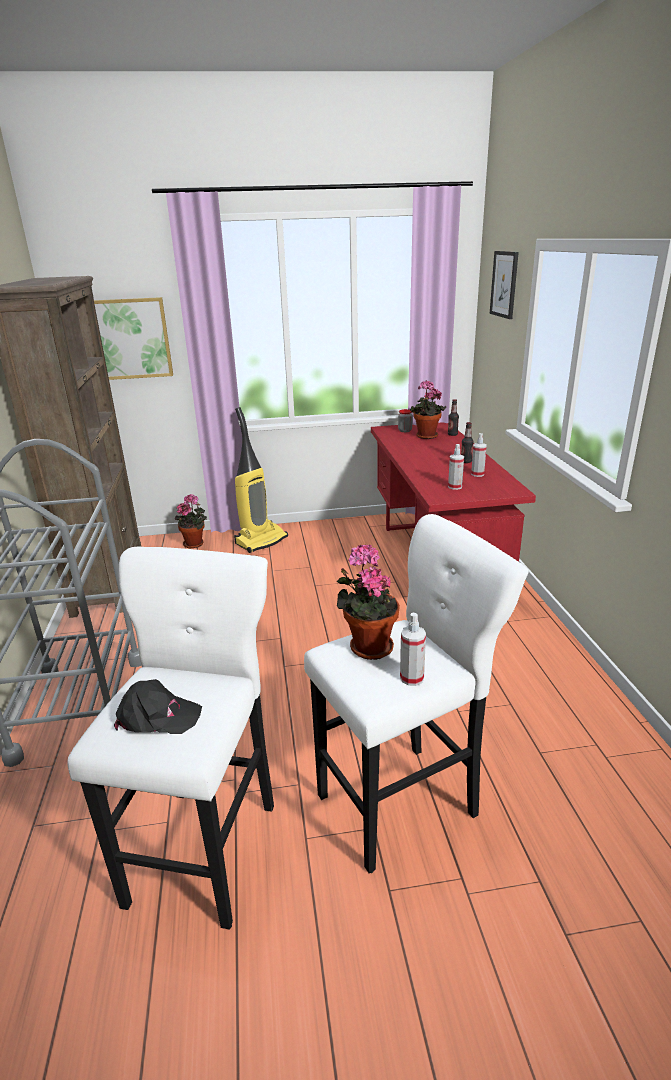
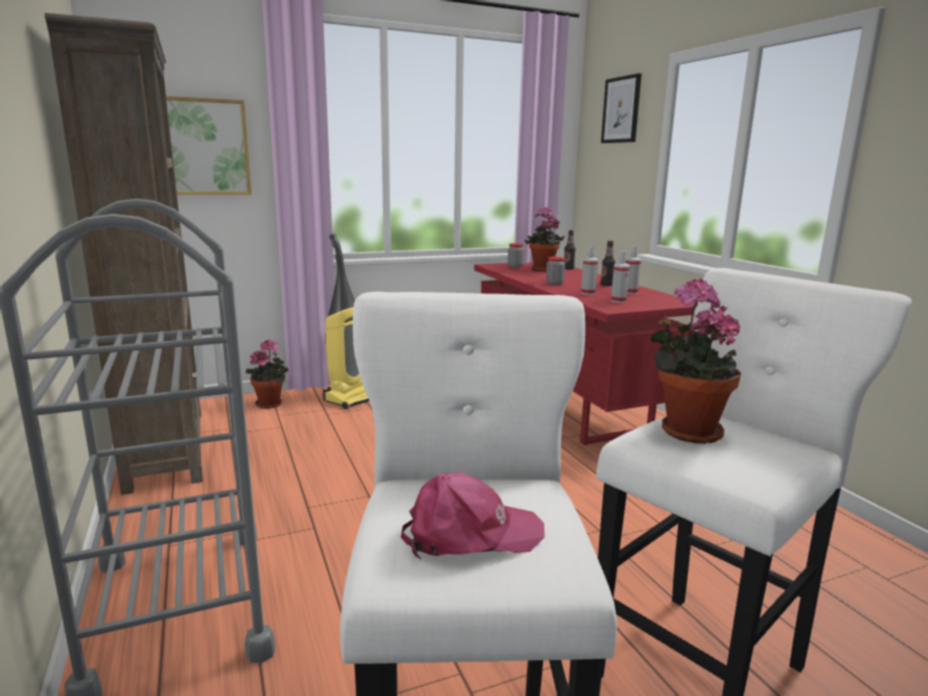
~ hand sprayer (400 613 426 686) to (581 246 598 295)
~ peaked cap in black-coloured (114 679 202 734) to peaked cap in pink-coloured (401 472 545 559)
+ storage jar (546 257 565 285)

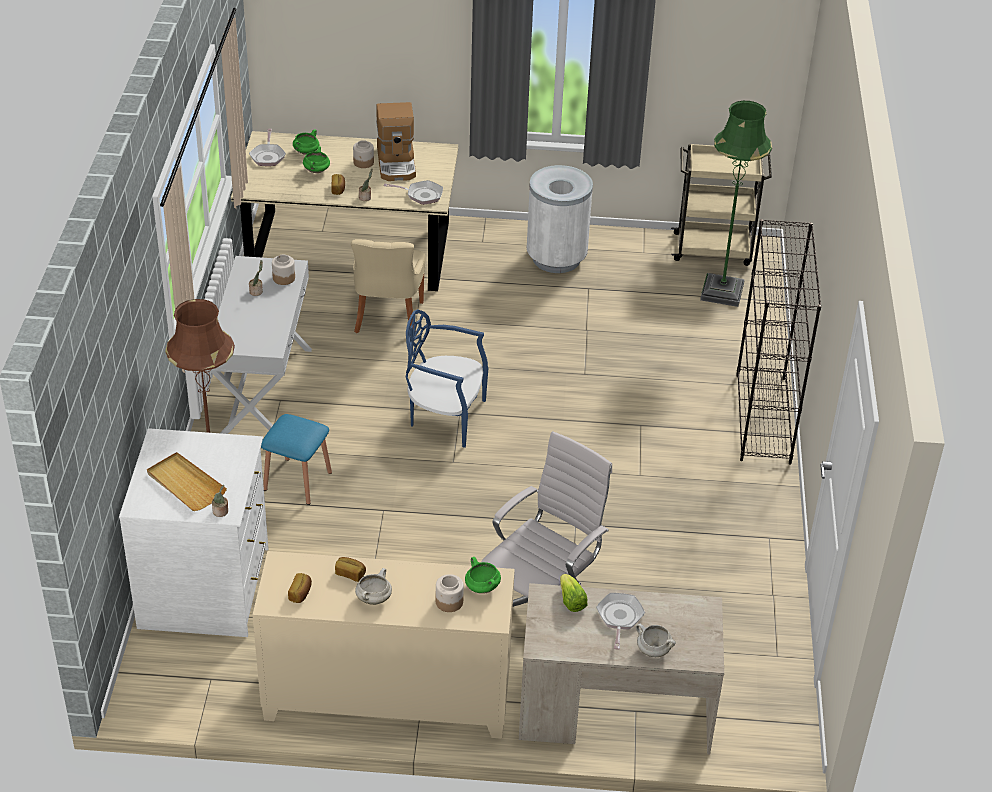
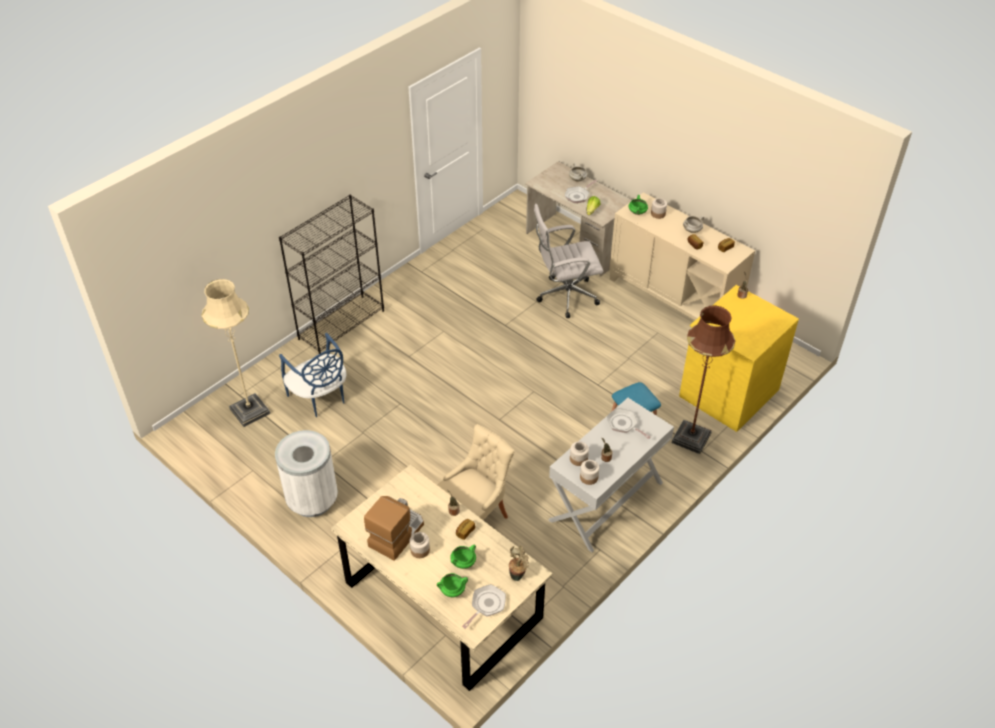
~ standard lamp in greenish (700 101 772 307) to standard lamp in sand-coloured (201 279 270 427)
- cart in sand-coloured (671 143 772 266)
~ frying pan (384 180 443 205) to (607 408 651 439)
~ plain chair in blue (406 309 488 448) to (279 333 347 417)
~ chest of drawers in whitish (119 428 268 637) to chest of drawers in yellowish (679 285 799 432)
- serving tray in sand-coloured (147 452 227 511)
+ storage jar (580 460 599 485)
+ potted plant (509 546 529 581)

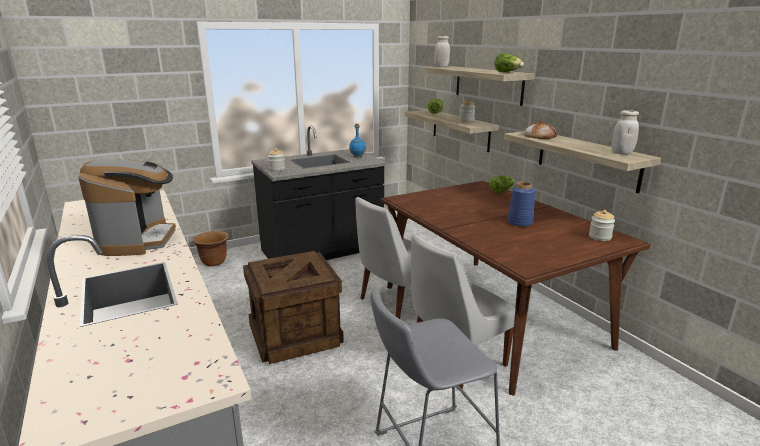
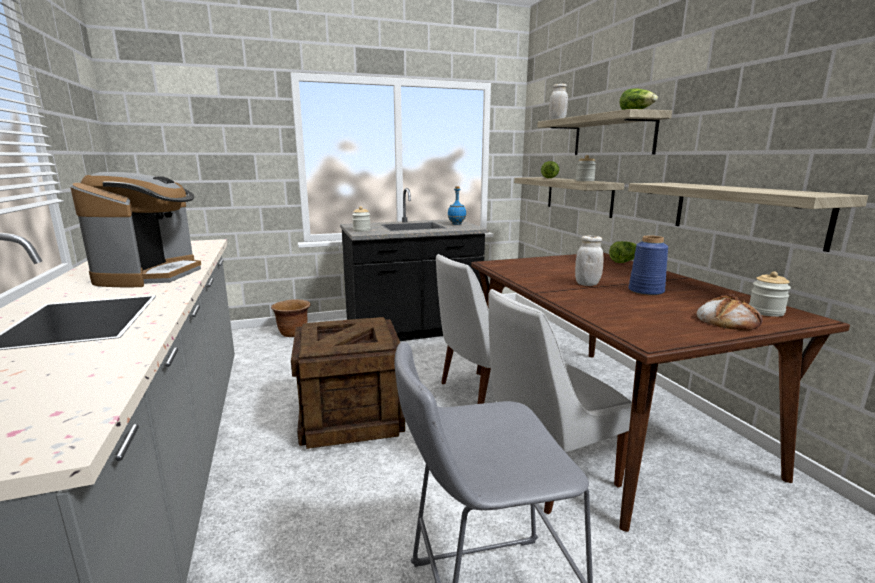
~ storage jar in whitish (612 110 639 155) to (575 235 603 286)
~ bakery bread (523 121 557 139) to (697 294 762 330)

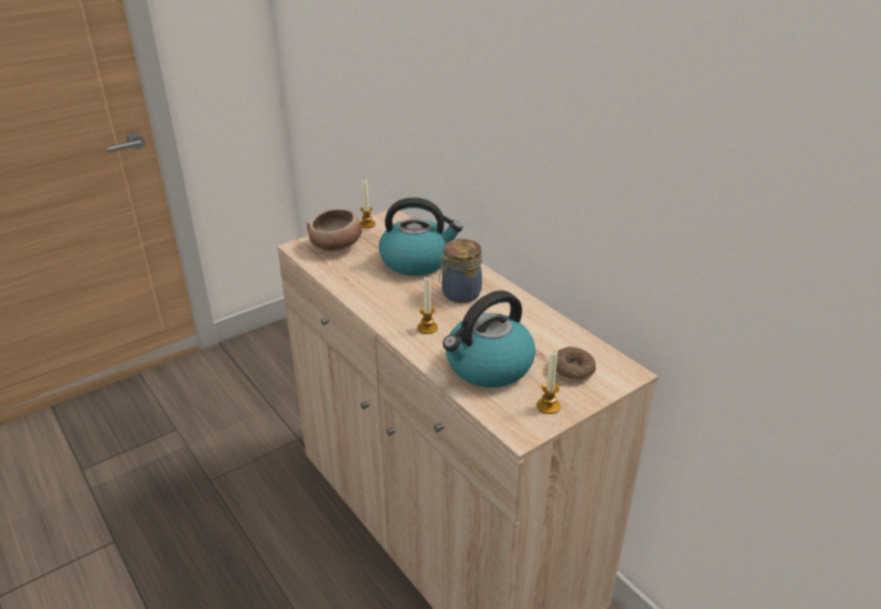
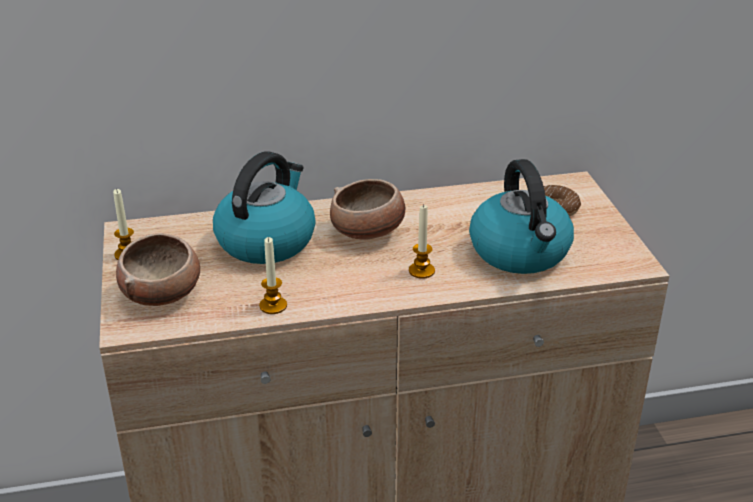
~ storage jar (439 239 482 303) to bowl (330 179 405 240)
~ wax light (537 351 560 414) to (259 237 287 314)

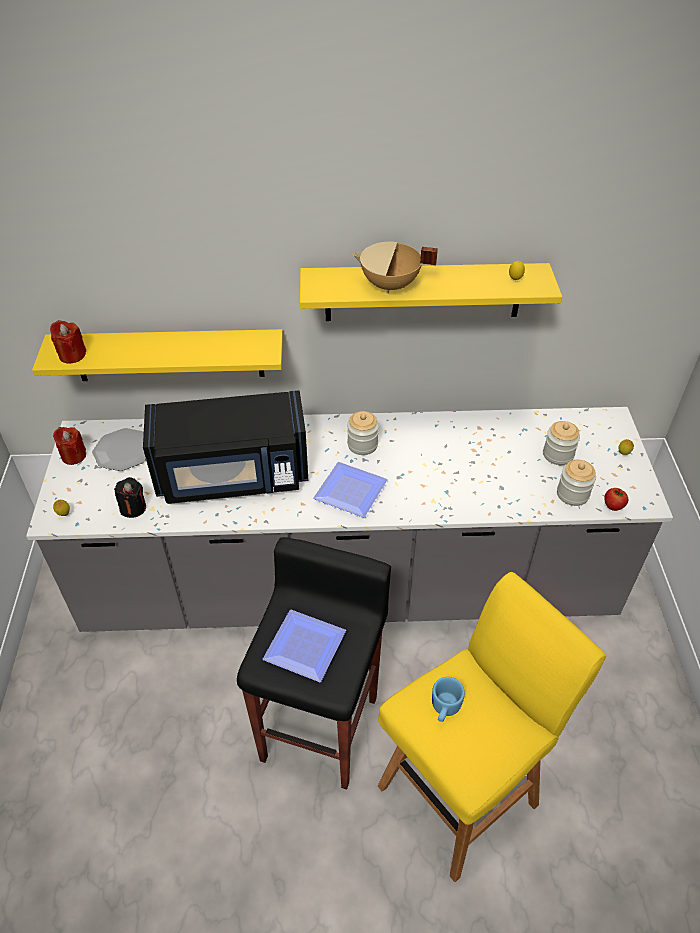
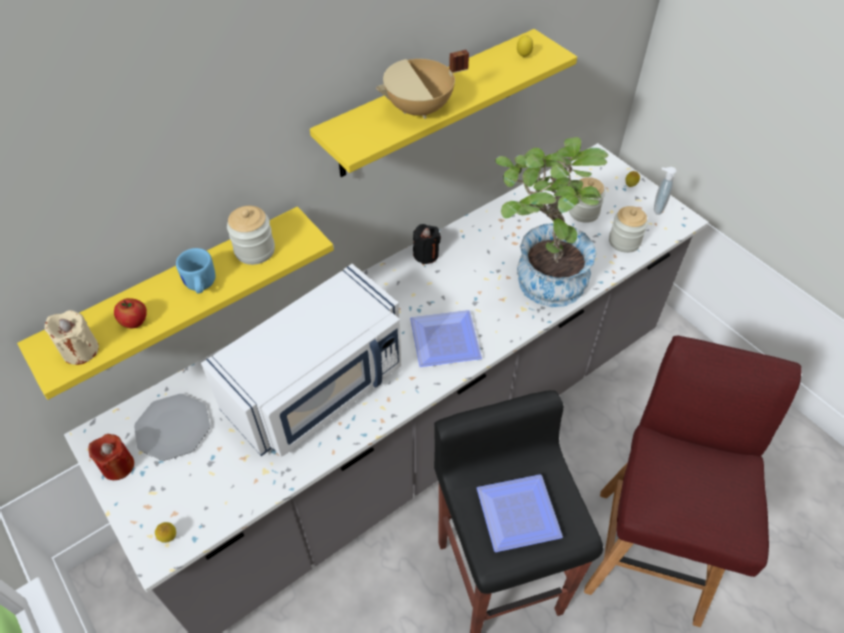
~ wax light in reddish (50 320 87 364) to wax light in sand-coloured (45 310 99 365)
~ kitchen microwave in black-coloured (143 390 309 504) to kitchen microwave in whitish (201 264 401 456)
~ storage jar (347 411 379 455) to (227 206 275 265)
~ wax light in black-coloured (114 477 146 518) to (413 224 441 264)
~ apple fruit (604 488 628 511) to (114 298 147 328)
~ stool seat in yellowish (378 572 606 882) to stool seat in reddish (584 336 802 627)
~ tea mug in blue (432 677 465 722) to (176 248 216 294)
+ potted plant (495 137 609 307)
+ soap dispenser (654 167 677 215)

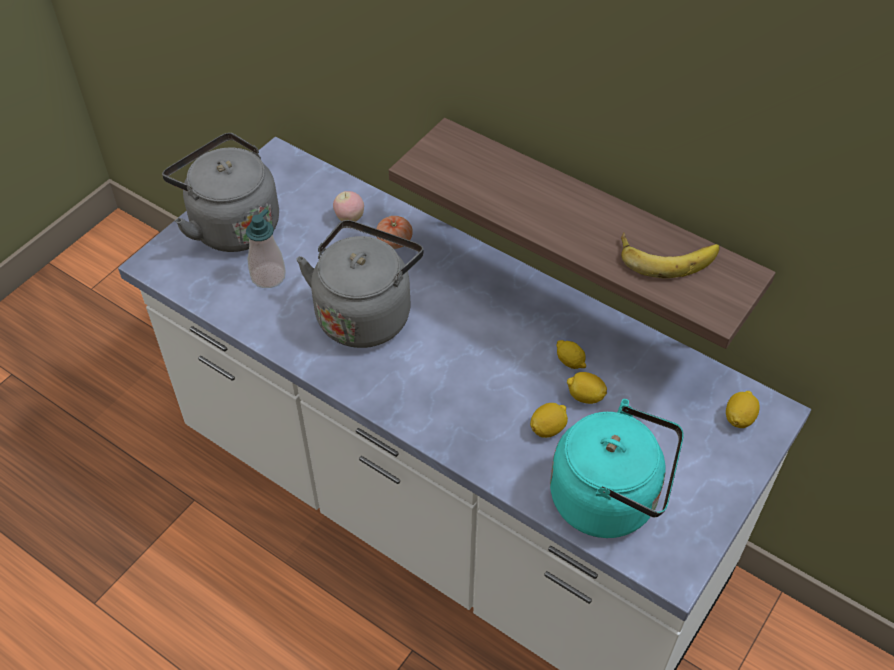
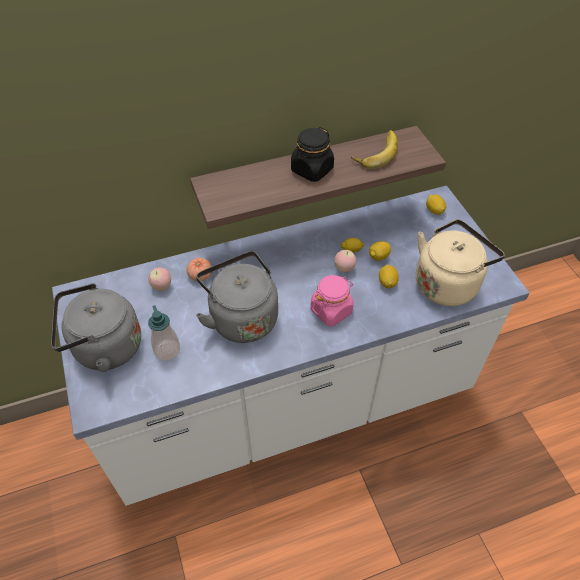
~ kettle in blue-green (550 399 684 538) to kettle in sand-coloured (416 219 505 306)
+ storage jar in black-coloured (291 127 334 182)
+ apple fruit (334 250 356 272)
+ storage jar in pink-coloured (311 275 354 326)

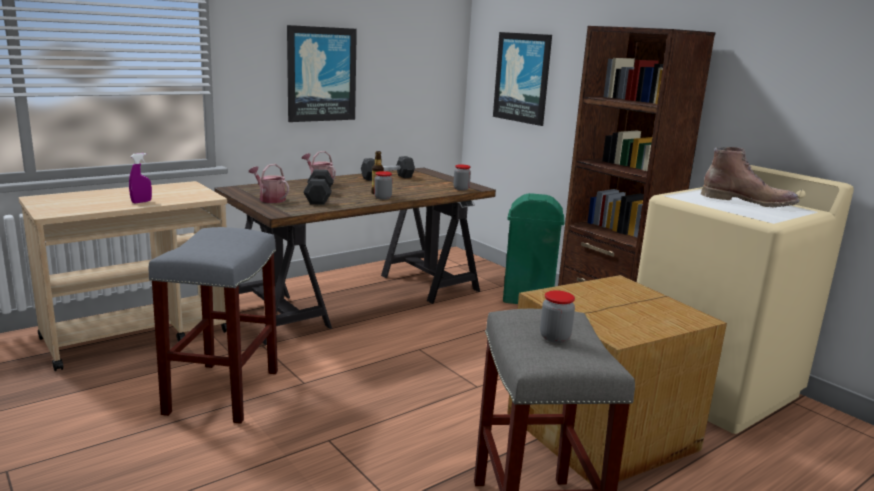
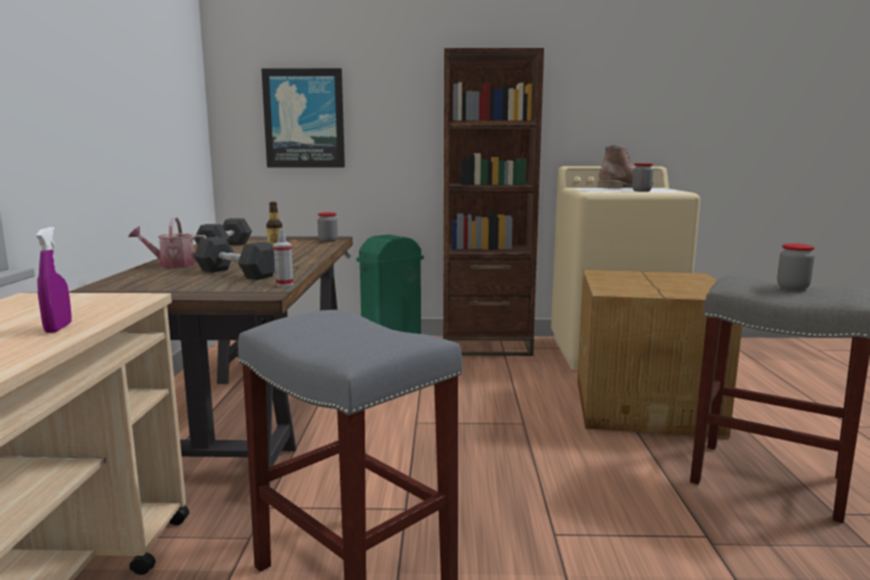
- wall art (287 25 357 122)
- watering pot (249 164 289 203)
~ storage jar (374 171 393 200) to (632 163 653 192)
+ hand sprayer (274 229 293 286)

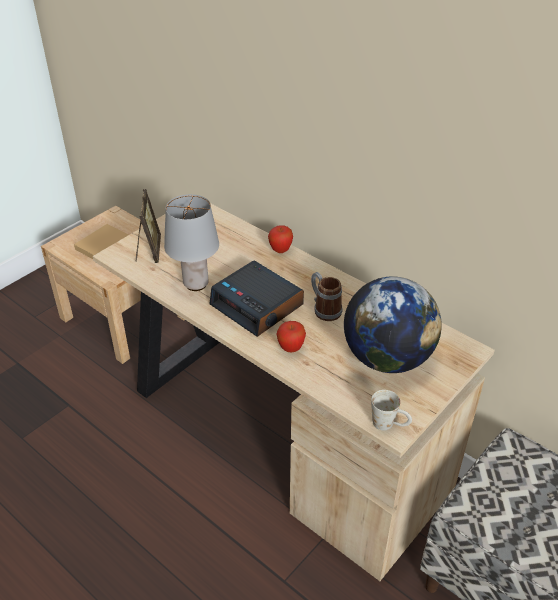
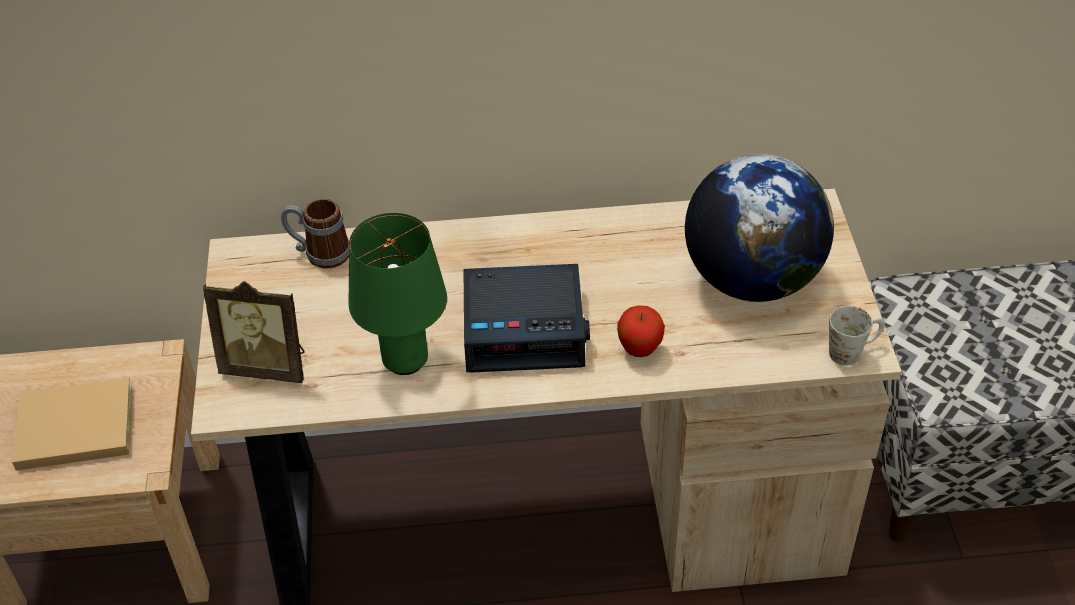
~ standing frame (136 189 161 263) = (203 281 304 383) 150 degrees clockwise
~ table lamp in grey (164 194 219 291) to table lamp in greenish (349 213 447 375)
- apple fruit (268 225 293 253)
~ tea mug (311 272 343 321) to (281 198 349 269)

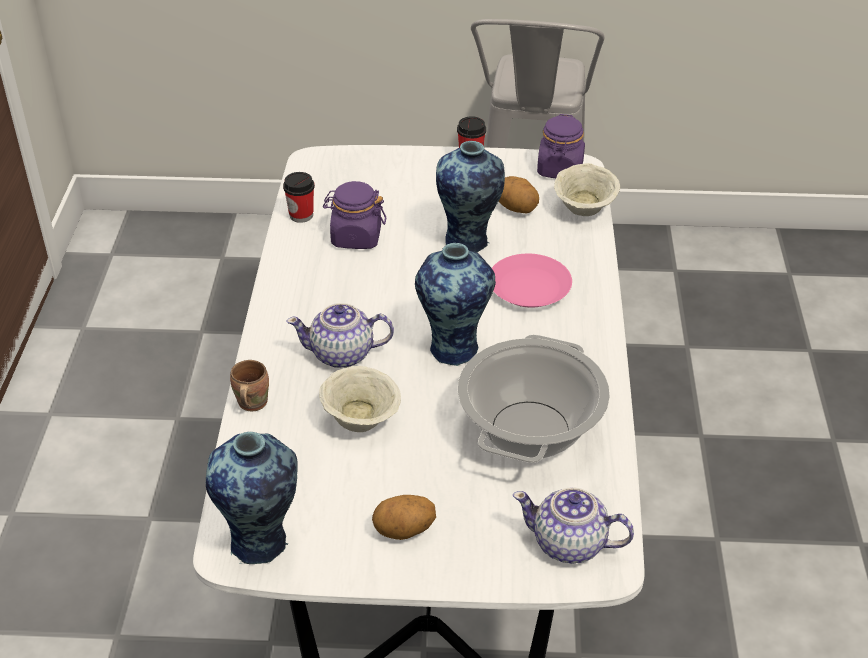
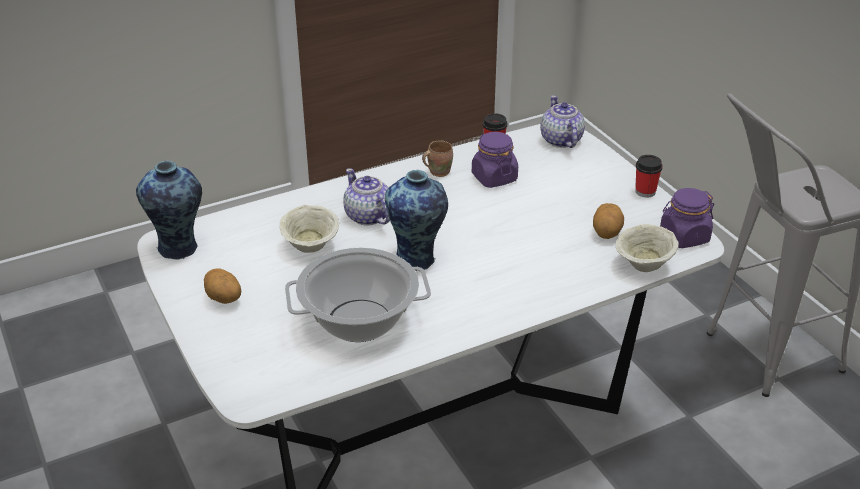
- vase (436 141 505 252)
- plate in pink-coloured (492 254 572 308)
~ tea mug in brownish (230 360 269 411) to (422 140 453 177)
~ pot for tea (513 487 634 564) to (540 95 585 148)

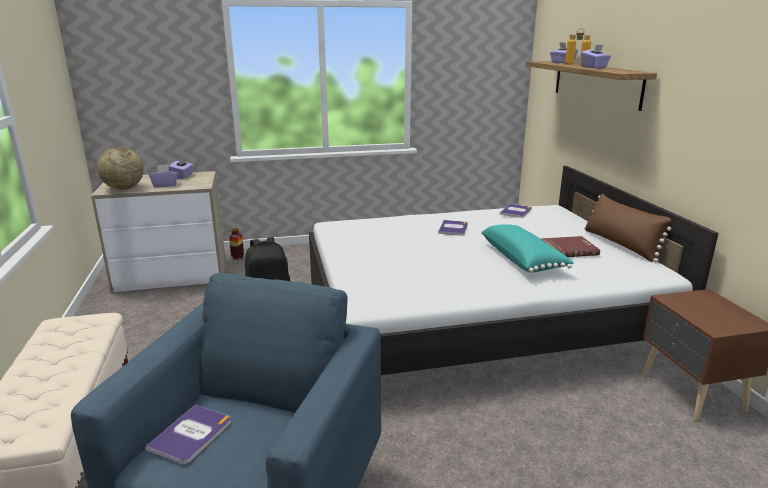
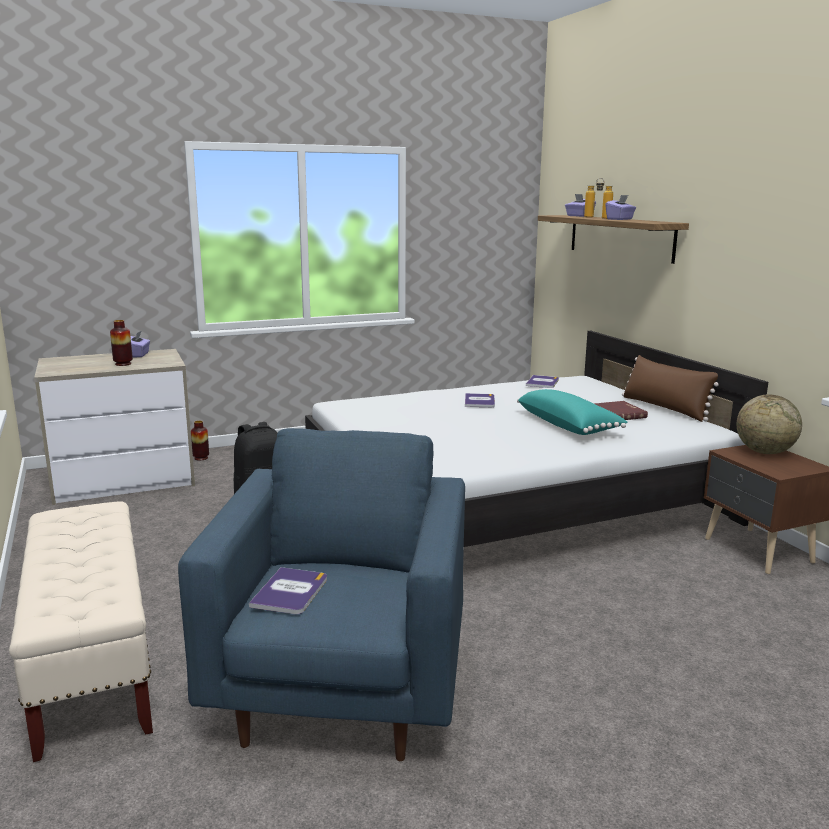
~ desk globe (97 147 144 190) to (737 395 802 454)
~ tissue box in purple (149 164 178 187) to vase (110 320 133 366)

